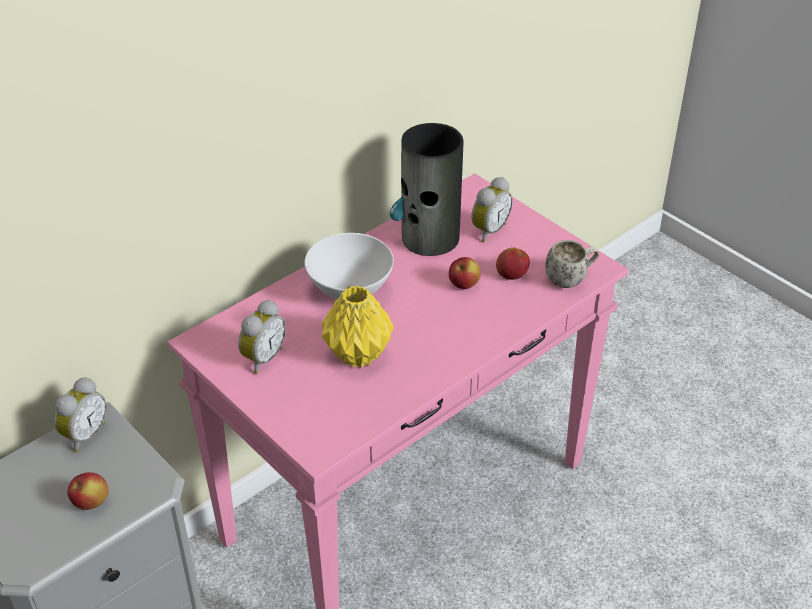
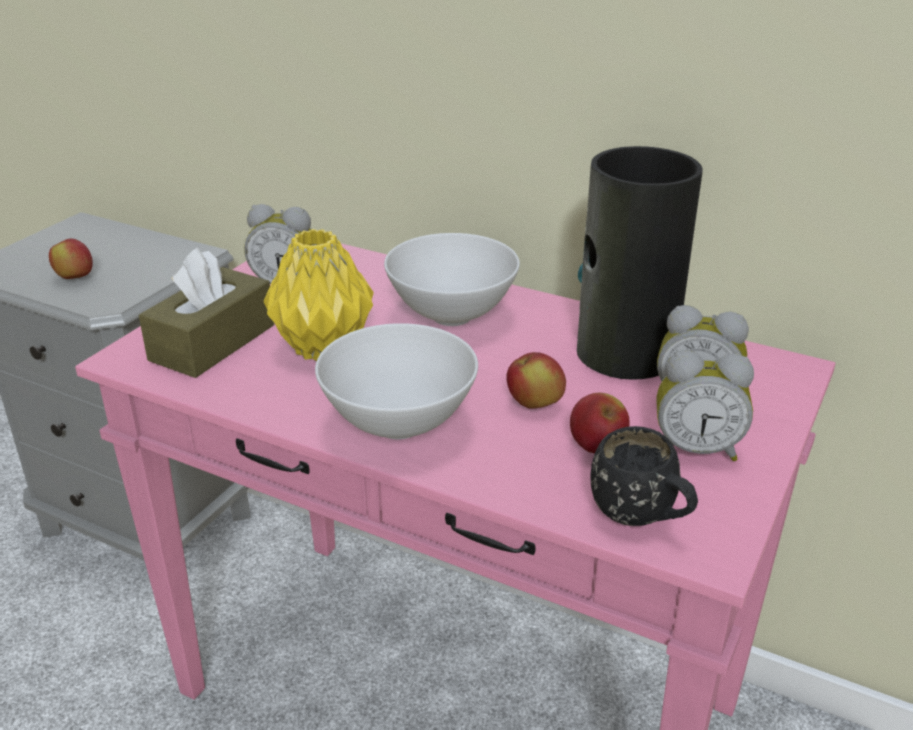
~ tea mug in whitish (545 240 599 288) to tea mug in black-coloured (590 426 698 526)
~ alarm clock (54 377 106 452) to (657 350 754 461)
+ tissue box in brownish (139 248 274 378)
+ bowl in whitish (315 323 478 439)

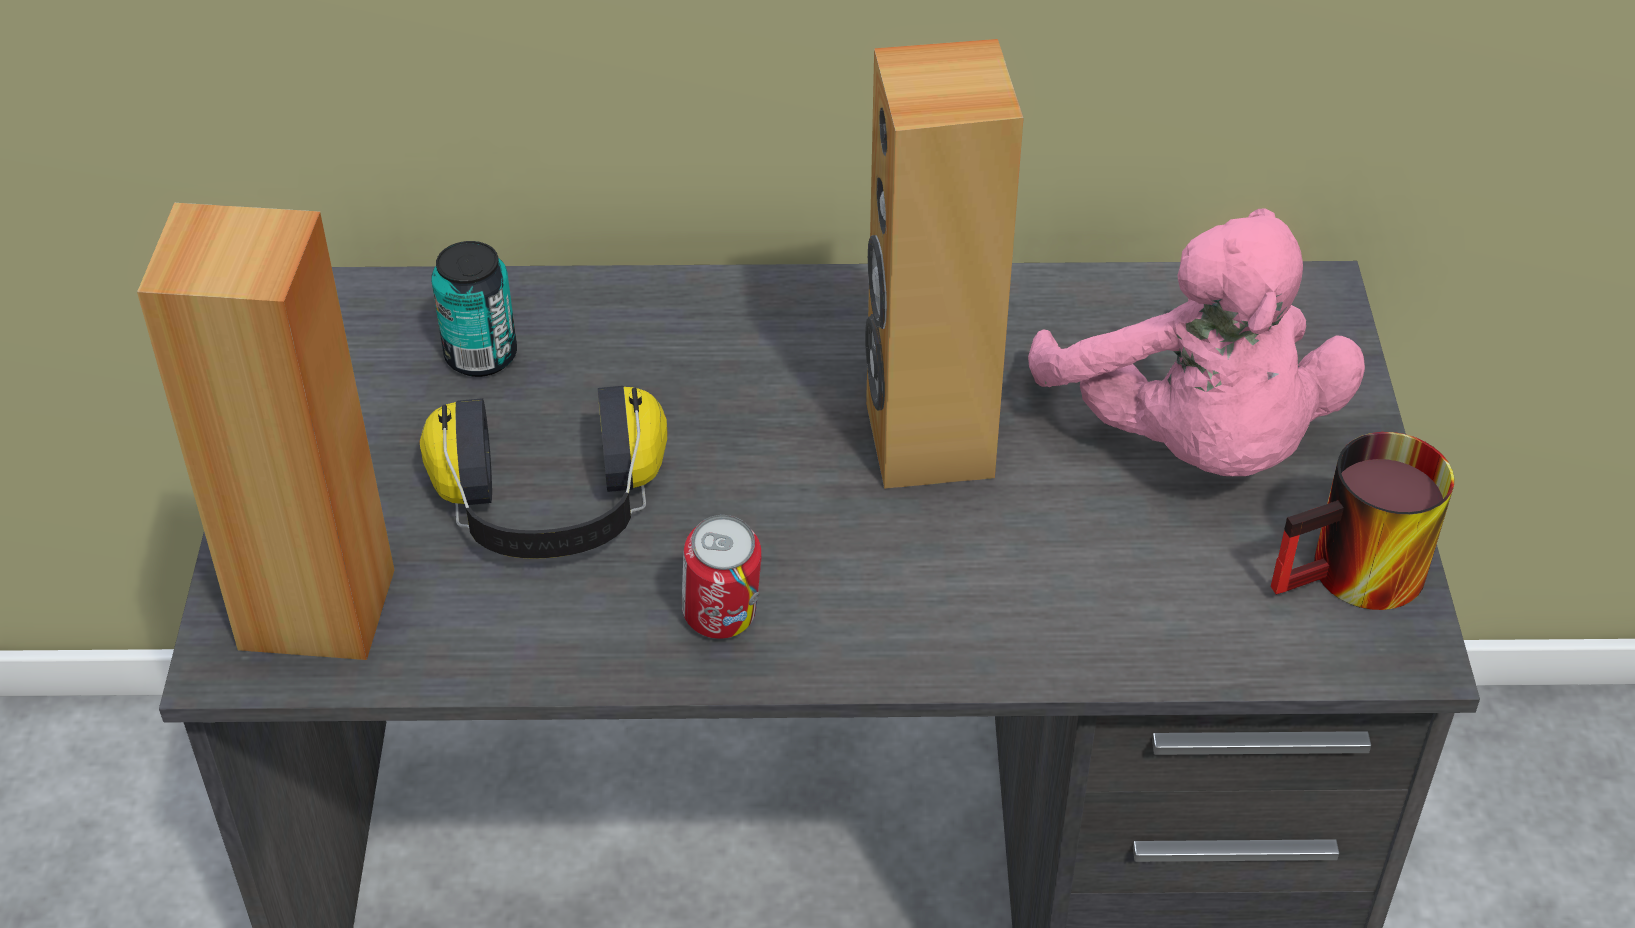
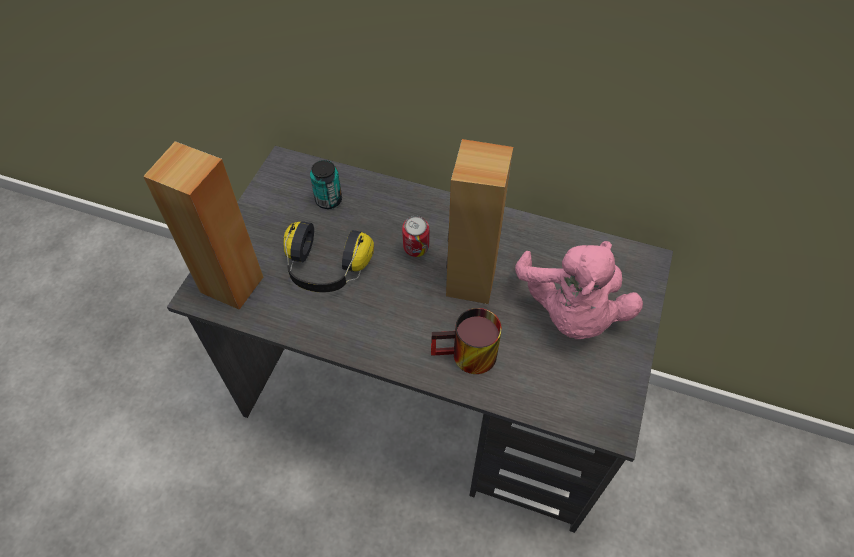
~ tea mug (1271 432 1454 610) to (431 308 502 374)
~ can (682 515 761 639) to (402 216 429 257)

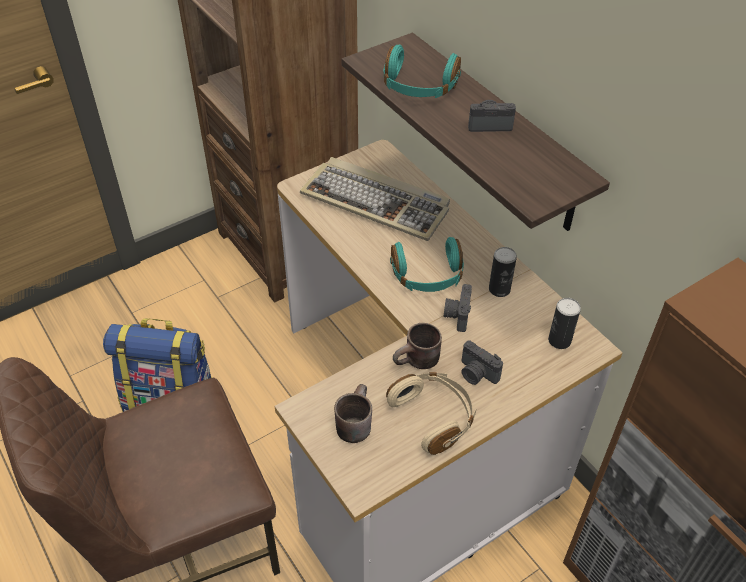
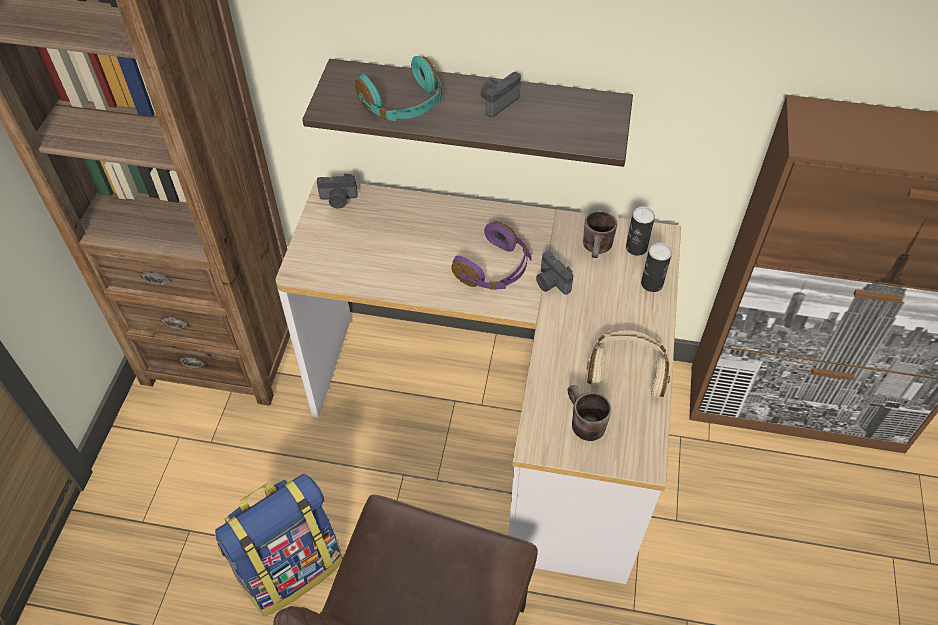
- keyboard (300 157 450 241)
~ headset in blue-green (390 237 464 292) to headset in purple (451 221 532 290)
~ can (489 247 517 297) to (641 243 672 292)
~ tea mug in brownish (393 323 442 369) to (583 211 617 258)
~ photo camera (462 340 503 385) to (317 174 358 208)

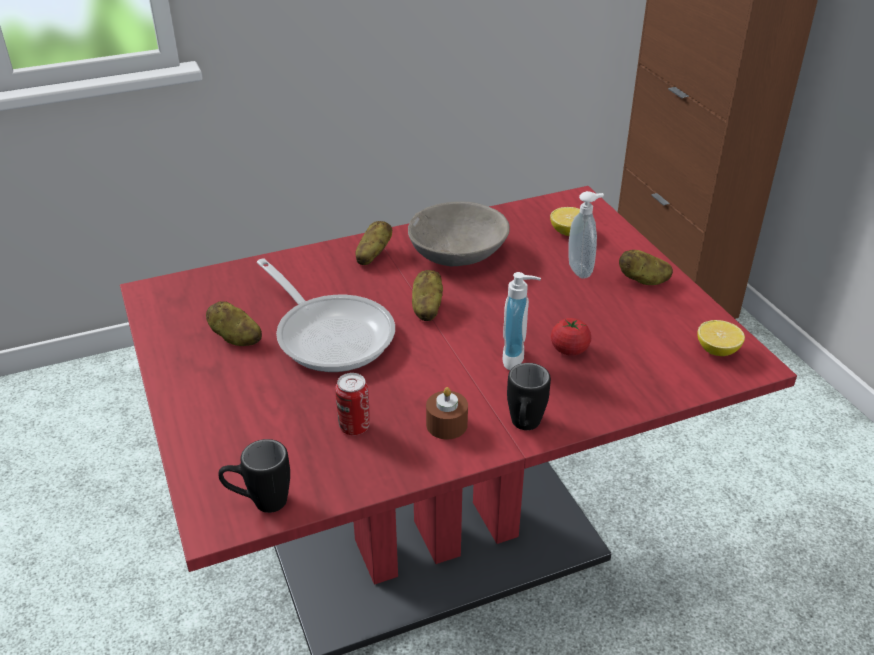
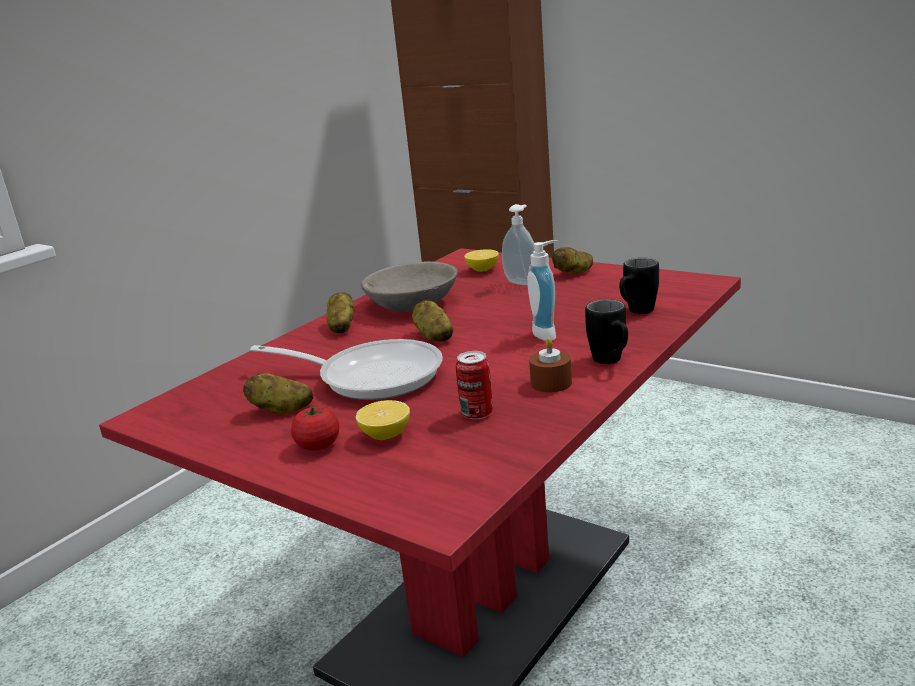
~ whole tomato (551 318 591 356) to (291 406 340 451)
~ citrus fruit (697 320 745 356) to (356 400 410 440)
~ tea mug in black-coloured (218 439 290 513) to (619 258 659 314)

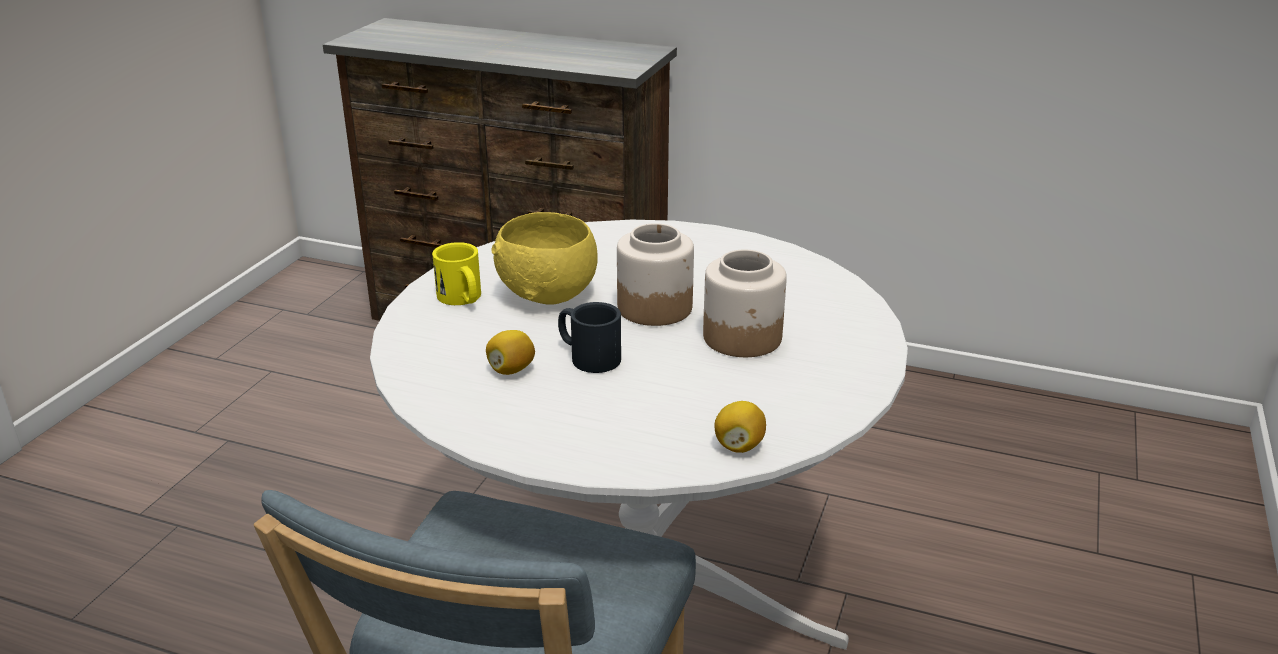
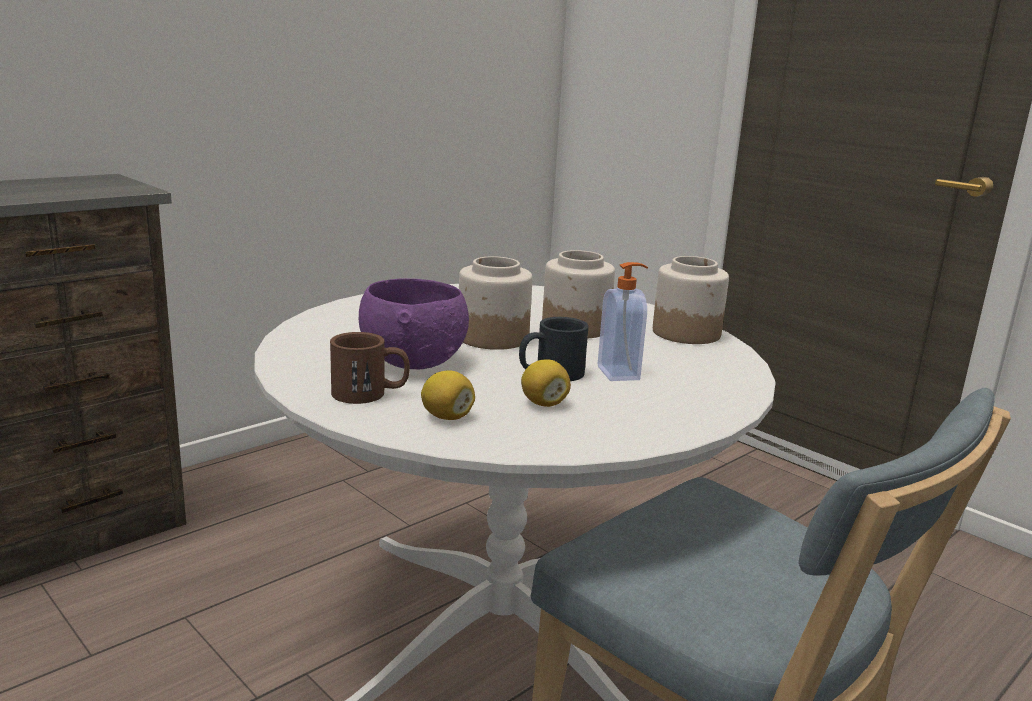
~ bowl in yellowish (491 212 598 304) to bowl in purple (359 278 469 369)
~ tea mug in yellowish (432 242 481 305) to tea mug in brownish (330 332 410 404)
~ citrus fruit (714 401 766 453) to (421 370 475 420)
+ storage jar (653 256 729 344)
+ soap dispenser (598 262 648 381)

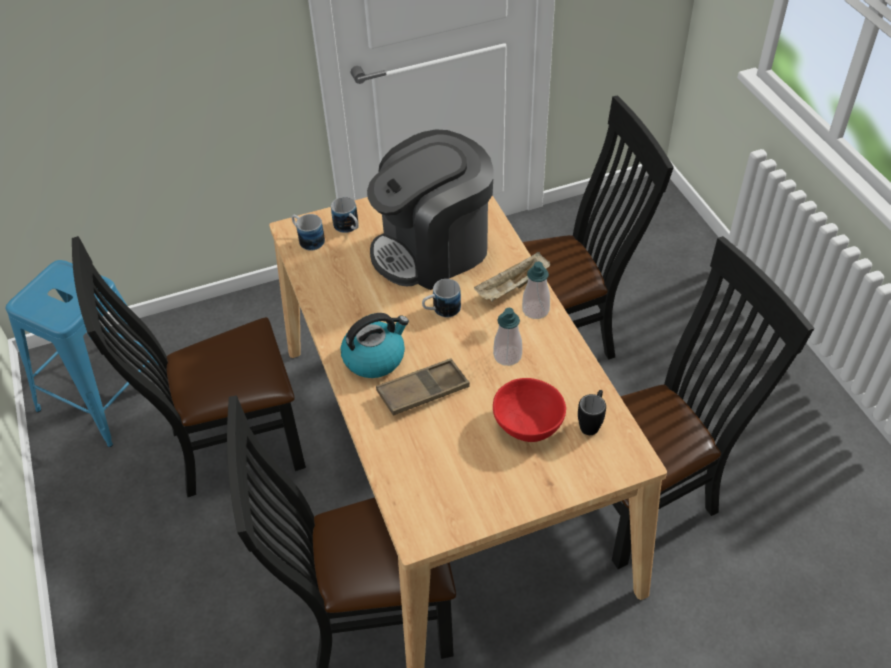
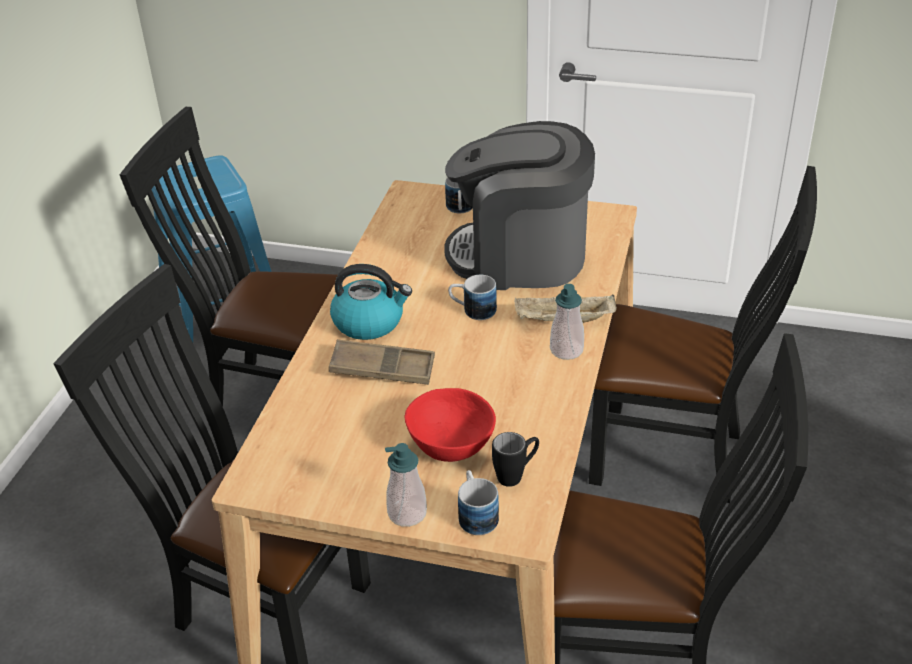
~ tea mug (292 214 325 251) to (458 470 499 535)
~ soap dispenser (493 308 522 366) to (385 443 427 527)

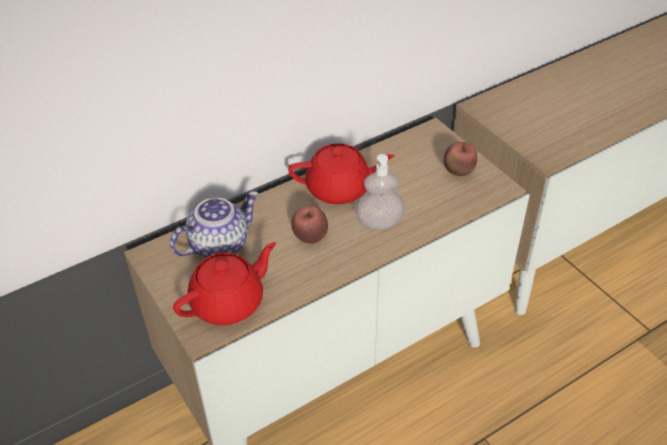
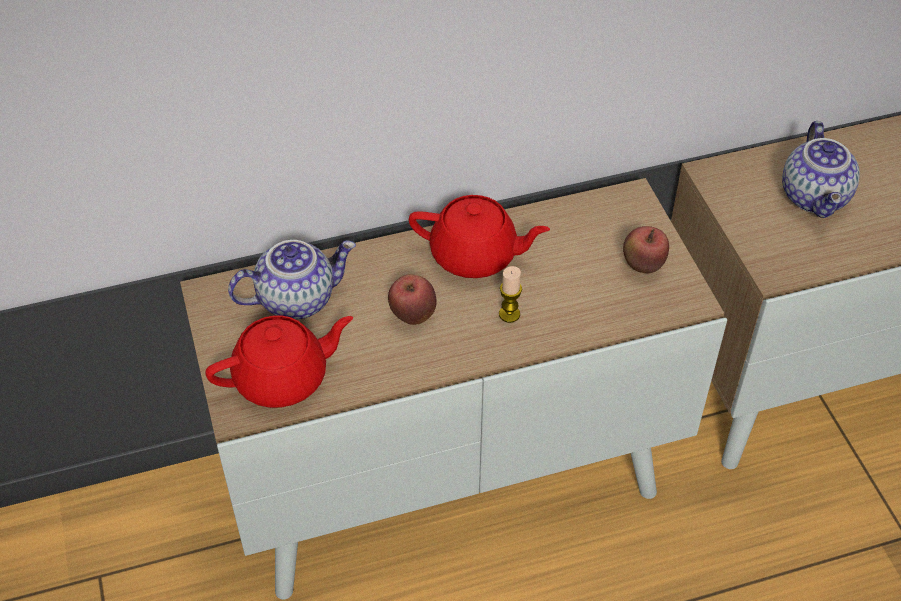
~ soap dispenser (356 154 405 230) to wax light (499 266 522 323)
+ pot for tea (782 121 860 218)

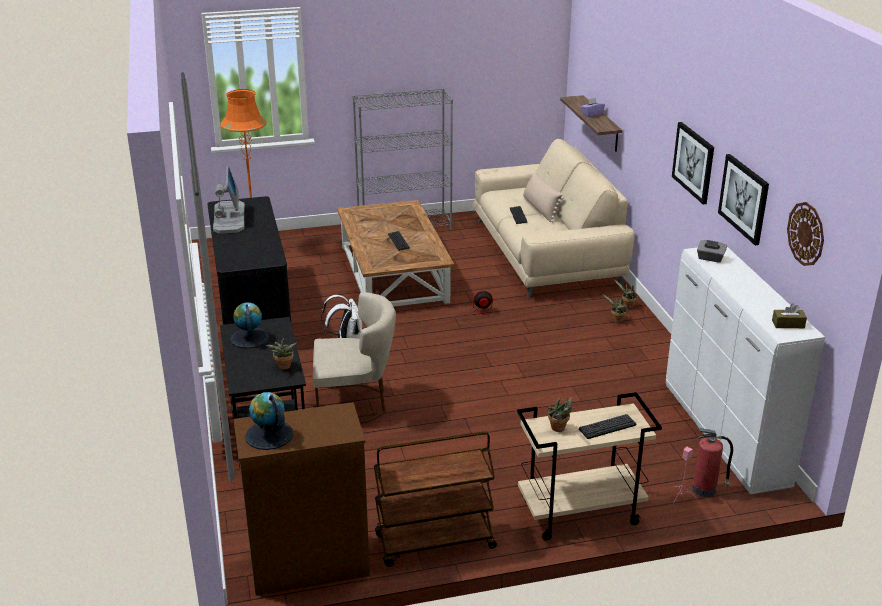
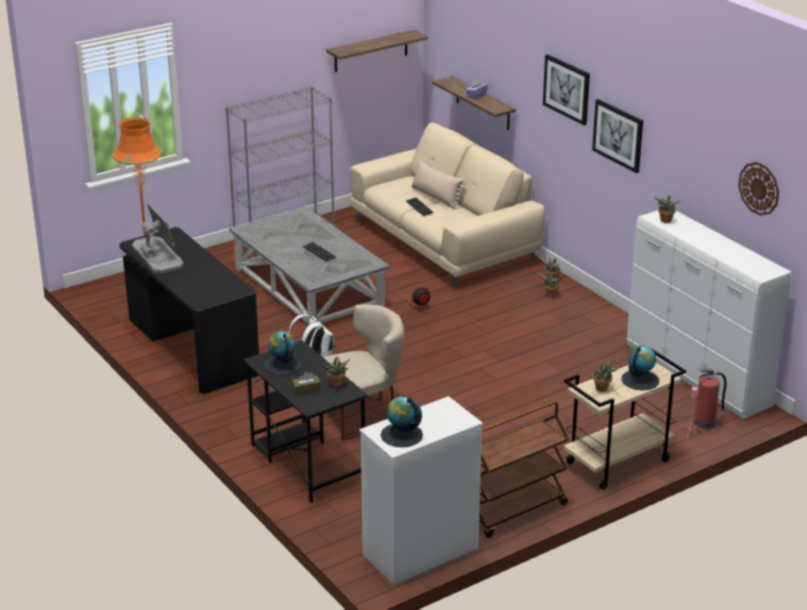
~ wall art (718 154 769 245) to (543 54 590 125)
~ coffee table in brownish (337 200 454 307) to coffee table in grey (229 207 390 325)
~ tissue box in grey (697 240 727 263) to potted plant (654 195 681 223)
~ tissue box in brownish (772 303 807 328) to (292 372 321 396)
~ chest of drawers in brownish (233 402 370 596) to chest of drawers in whitish (359 396 483 585)
~ keyboard (579 414 637 439) to desk globe (621 345 659 390)
+ bracket shelf (326 30 428 72)

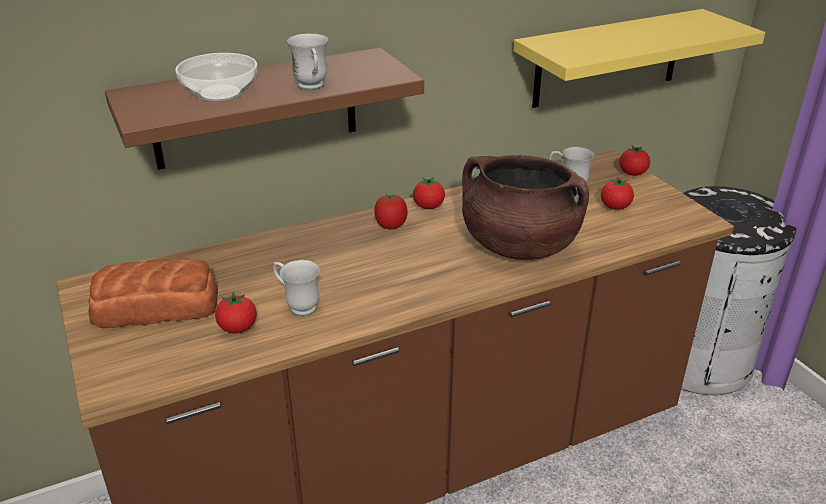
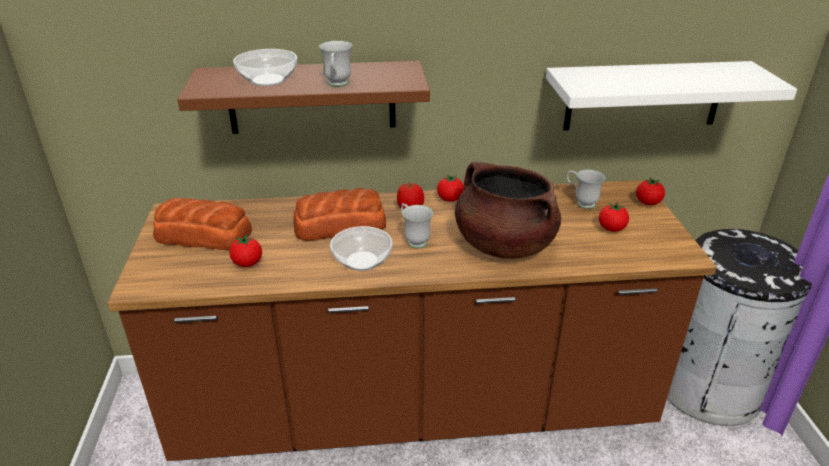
~ bracket shelf in yellowish (513 9 765 108) to bracket shelf in whitish (546 61 797 131)
~ tea mug in whitish (273 260 320 316) to (401 203 433 248)
+ bakery bread (293 188 386 241)
+ bowl (330 226 392 271)

